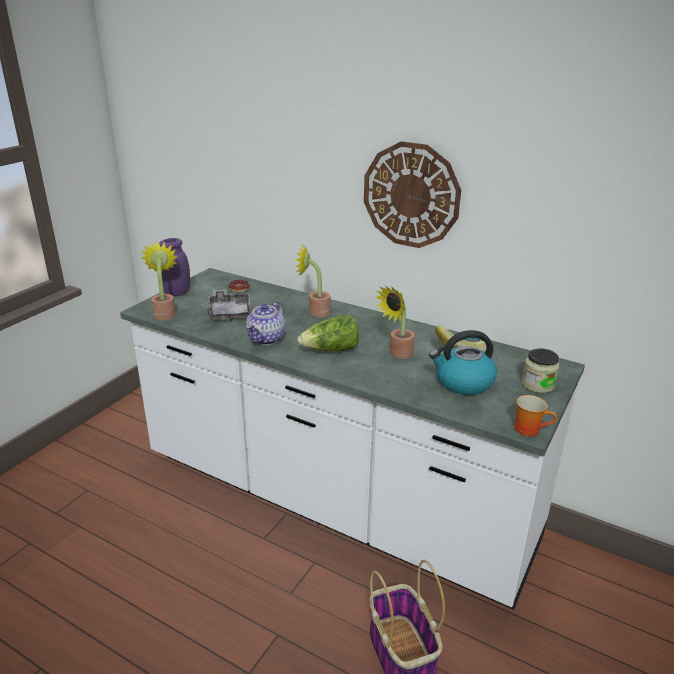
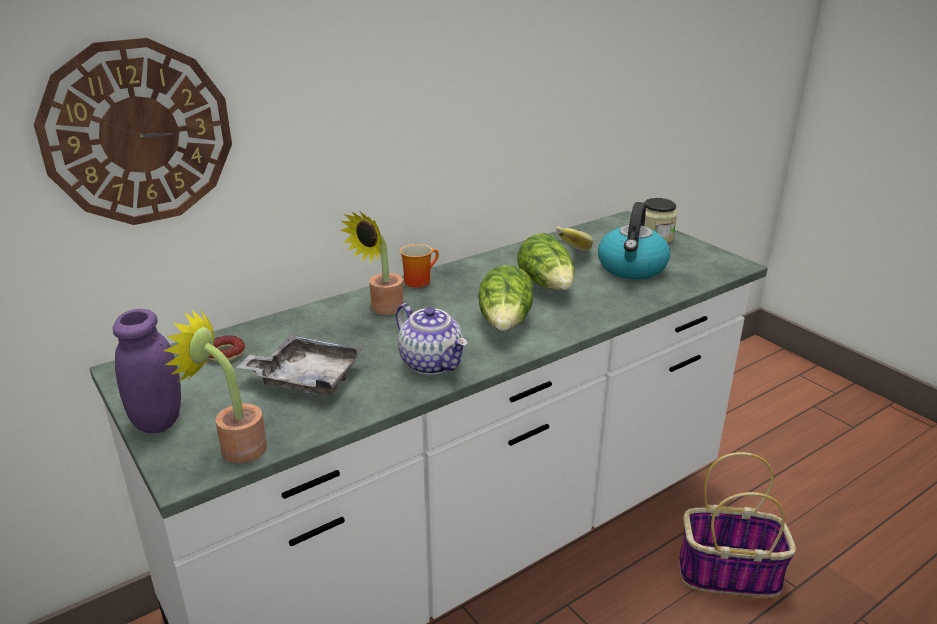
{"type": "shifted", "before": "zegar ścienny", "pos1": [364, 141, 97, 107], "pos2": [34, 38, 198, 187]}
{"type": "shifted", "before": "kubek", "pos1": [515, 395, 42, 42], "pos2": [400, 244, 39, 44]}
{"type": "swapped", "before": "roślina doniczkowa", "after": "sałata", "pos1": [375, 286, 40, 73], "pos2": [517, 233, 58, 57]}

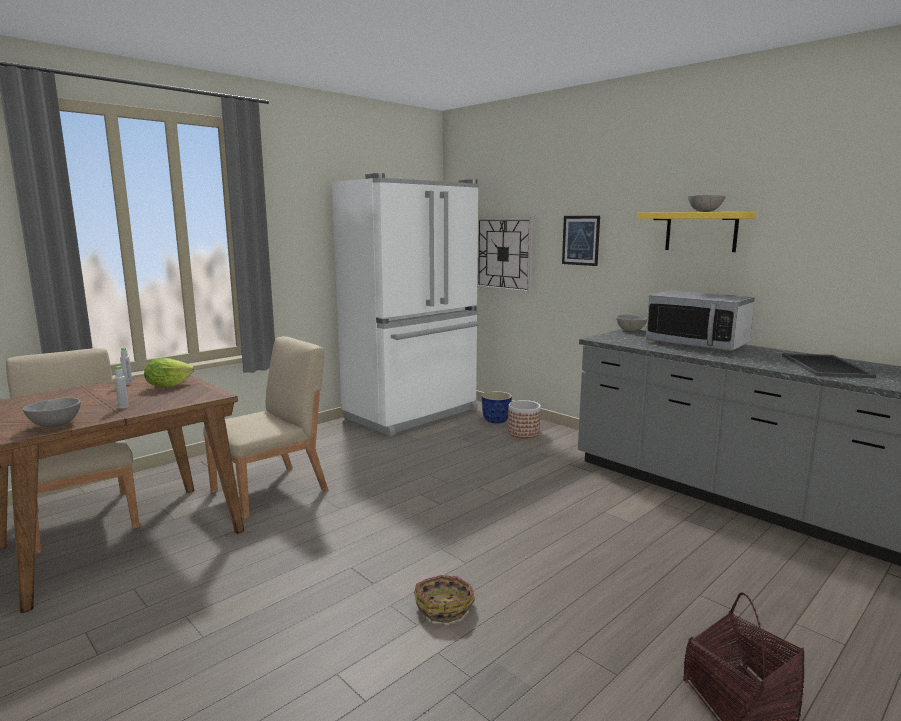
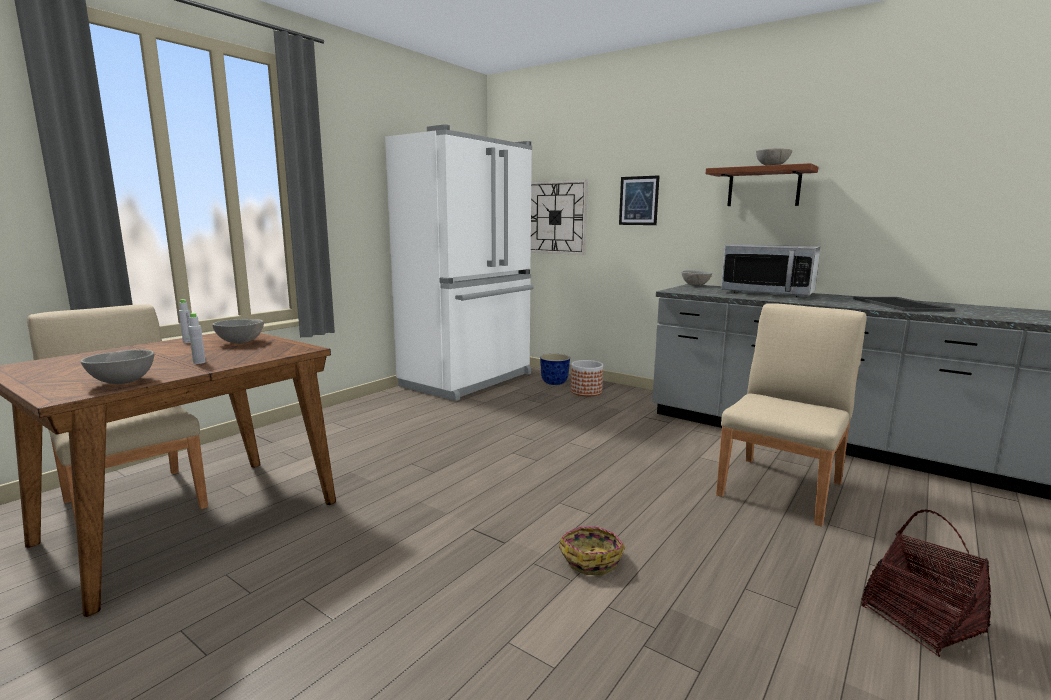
{"type": "swapped", "before": "sałata", "after": "miska/szary", "pos1": [144, 358, 50, 29], "pos2": [212, 319, 52, 24]}
{"type": "repainted", "before": "półka/żółty", "after": "półka/brązowy", "pos1": [637, 212, 118, 40], "pos2": [706, 163, 112, 43]}
{"type": "shifted", "before": "krzesło/beżowy", "pos1": [203, 336, 125, 183], "pos2": [716, 303, 151, 224]}

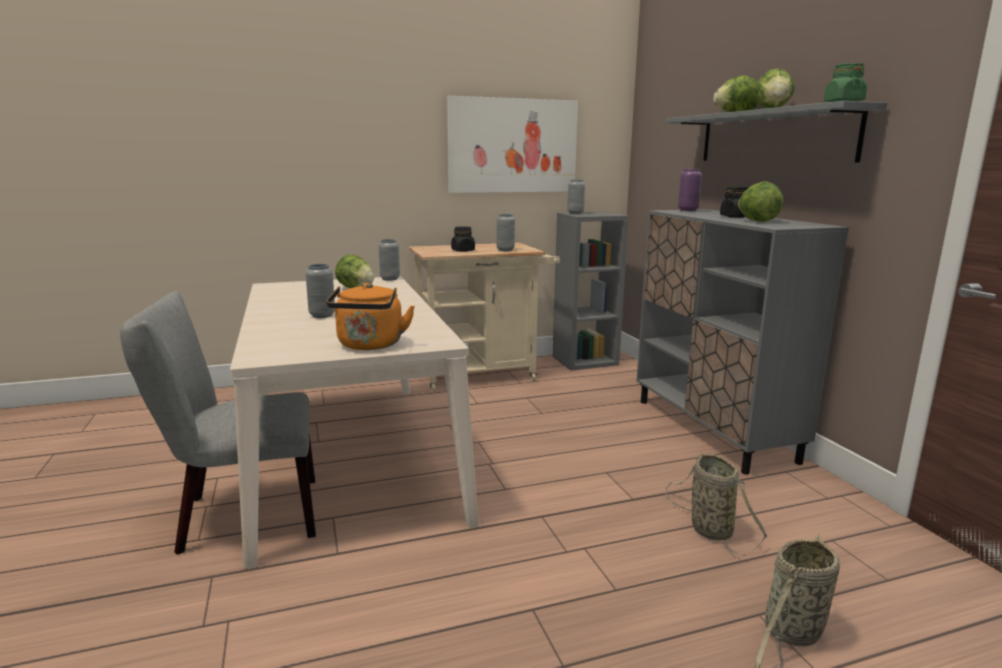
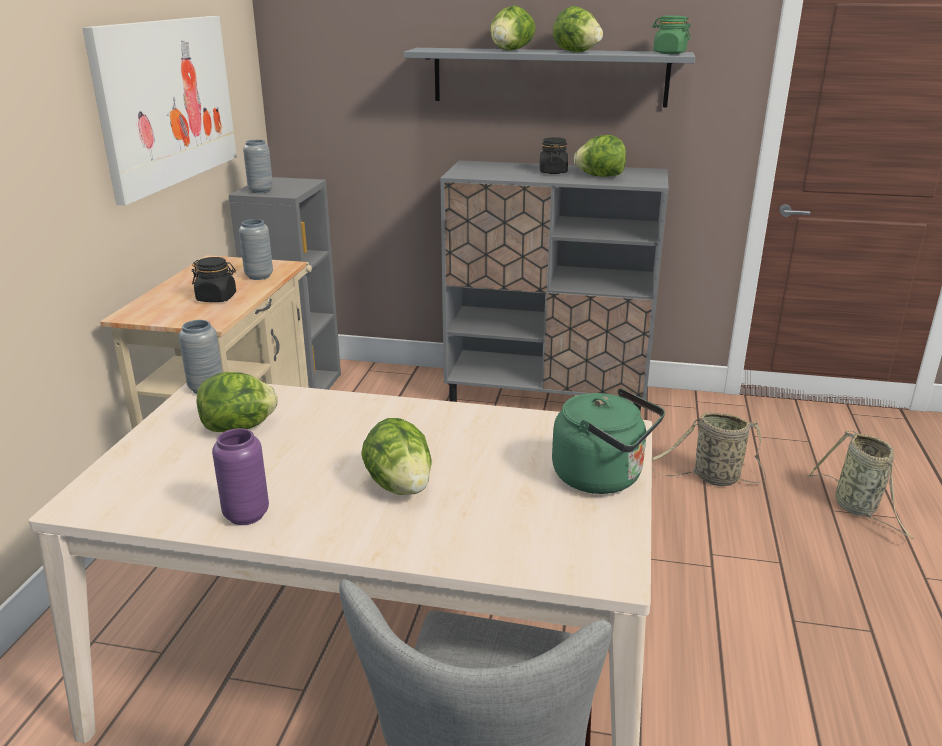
{"type": "shifted", "before": "wazon/fioletowy", "pos1": [678, 169, 24, 42], "pos2": [212, 428, 57, 97]}
{"type": "swapped", "before": "wazon/szary", "after": "sałata", "pos1": [305, 264, 30, 54], "pos2": [361, 418, 71, 77]}
{"type": "repainted", "before": "czajnik/pomarańczowy", "after": "czajnik/zielony", "pos1": [326, 282, 89, 68], "pos2": [552, 388, 113, 106]}

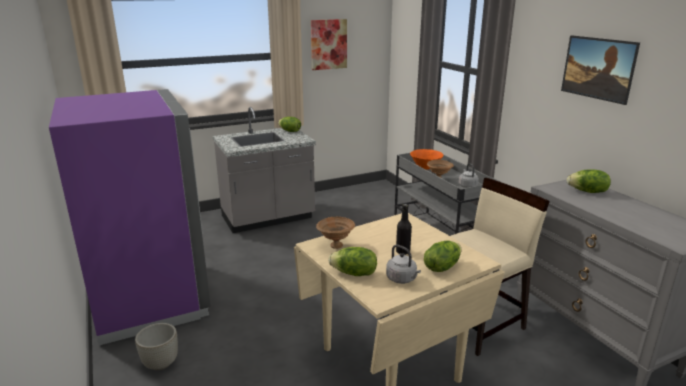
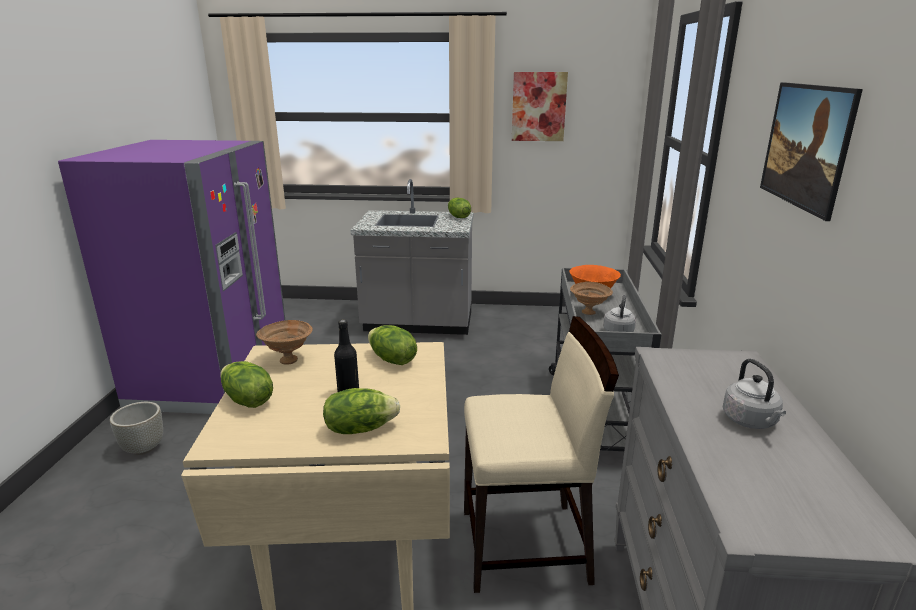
{"type": "shifted", "before": "sałata", "pos1": [567, 170, 44, 23], "pos2": [368, 325, 49, 40]}
{"type": "shifted", "before": "czajnik/szary", "pos1": [386, 245, 35, 39], "pos2": [723, 359, 63, 70]}

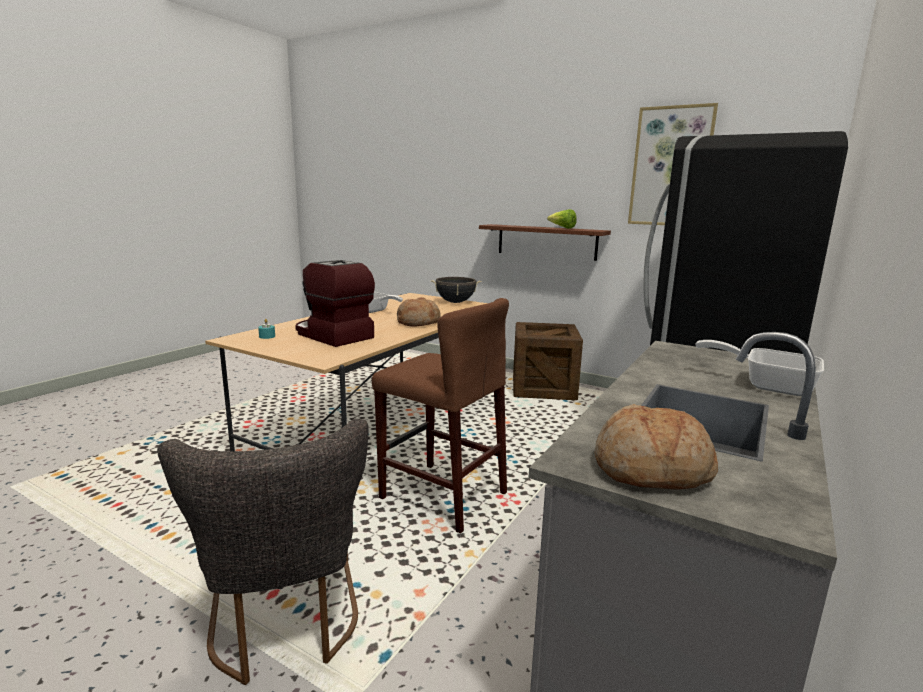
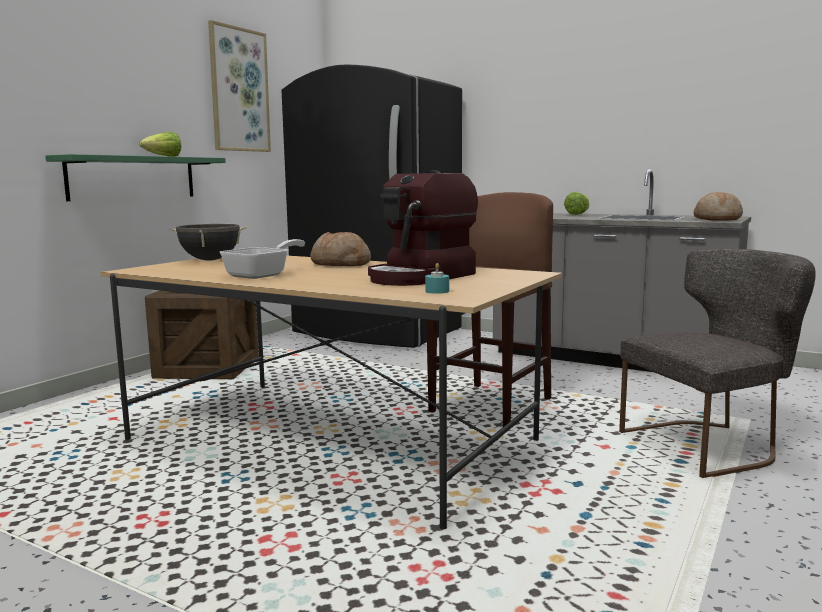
{"type": "repainted", "before": "półka/brązowy", "after": "półka/zielony", "pos1": [479, 224, 132, 37], "pos2": [45, 154, 181, 47]}
{"type": "swapped", "before": "patelnia", "after": "sałata", "pos1": [695, 340, 129, 56], "pos2": [564, 192, 25, 23]}

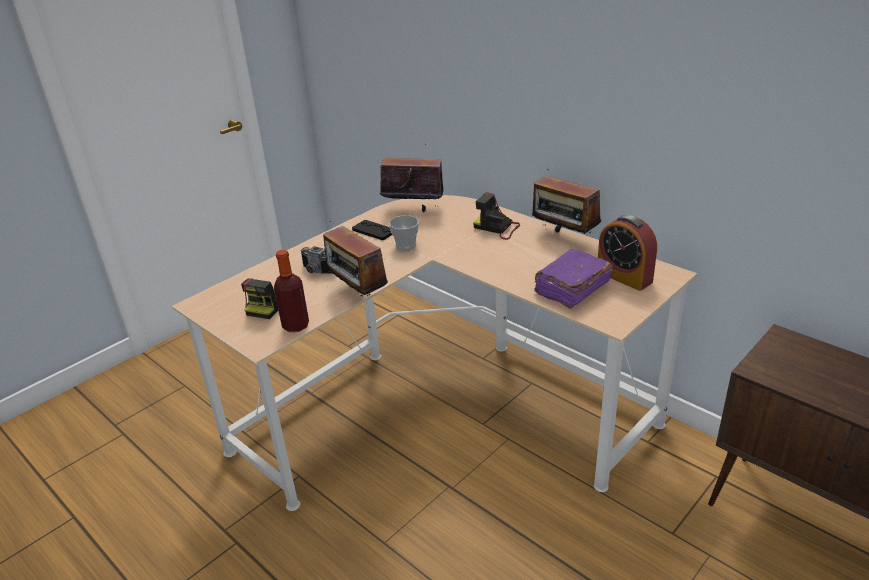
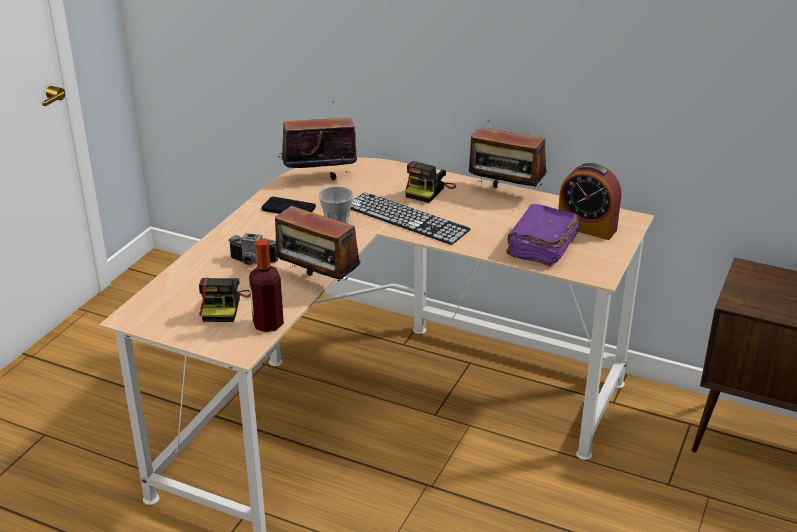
{"type": "new", "after": "klawiatura", "pos2": [350, 192, 121, 53]}
{"type": "rotated", "before": "aparat fotograficzny", "pos1": [473, 192, 47, 48], "pos2": [405, 161, 51, 42], "turn": -75}

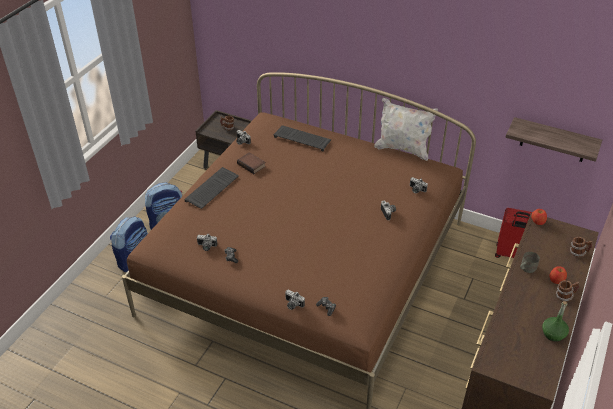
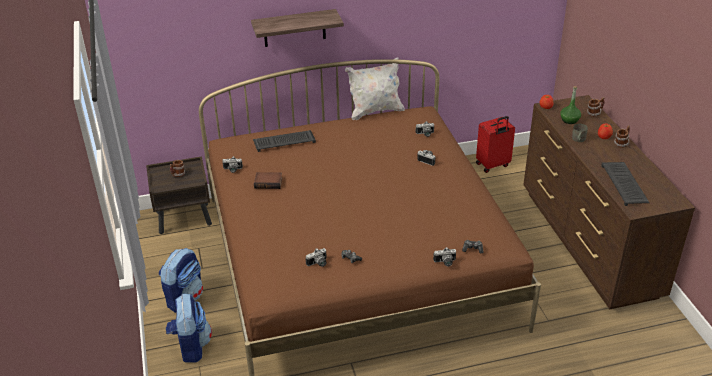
{"type": "shifted", "before": "półka", "pos1": [505, 117, 97, 45], "pos2": [251, 9, 93, 38]}
{"type": "shifted", "before": "butelka/zielony", "pos1": [542, 301, 27, 41], "pos2": [560, 86, 21, 38]}
{"type": "shifted", "before": "klawiatura", "pos1": [184, 167, 55, 42], "pos2": [601, 162, 49, 44]}

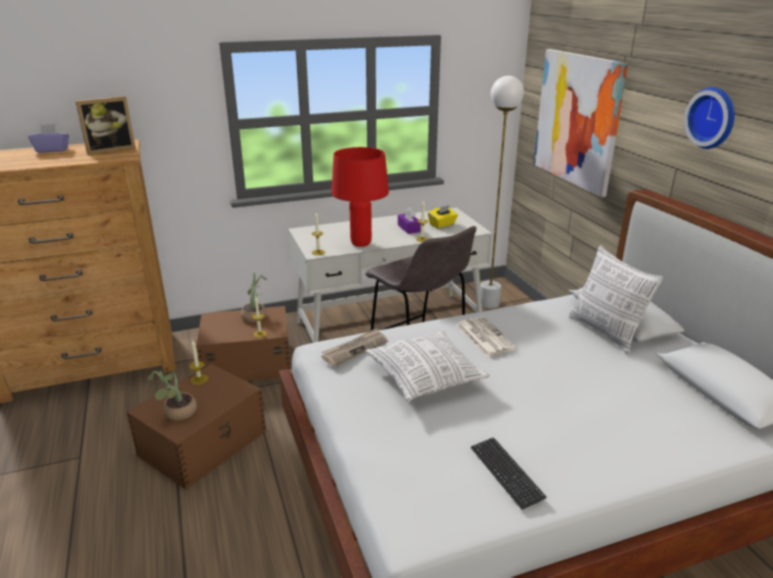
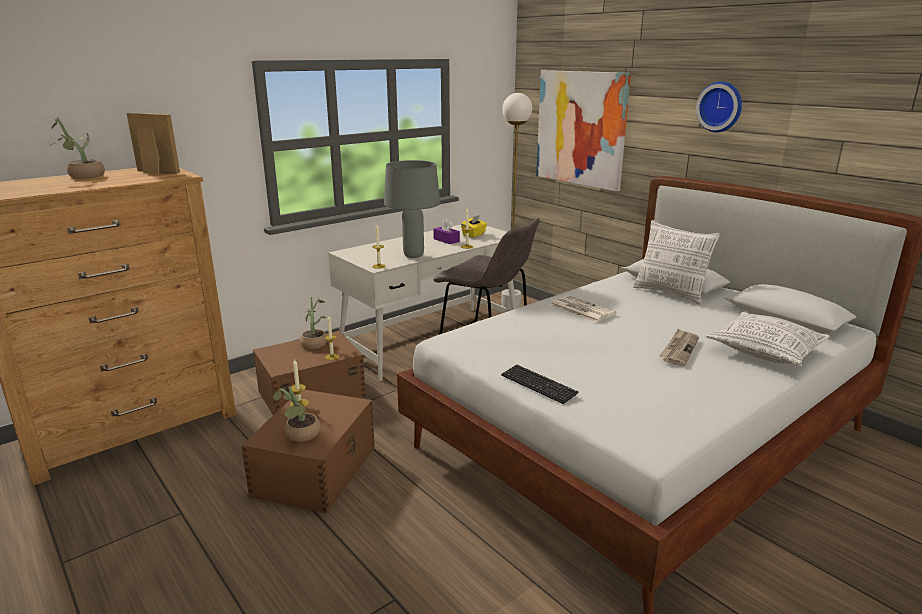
{"type": "swapped", "before": "pudełko chusteczek/fioletowy", "after": "roślina doniczkowa", "pos1": [28, 124, 41, 29], "pos2": [49, 117, 56, 62]}
{"type": "rotated", "before": "ramka na zdjęcie", "pos1": [75, 96, 61, 59], "pos2": [127, 113, 53, 61], "turn": -105}
{"type": "repainted", "before": "lampa stołowa/czerwony", "after": "lampa stołowa/szary", "pos1": [331, 147, 58, 100], "pos2": [384, 160, 56, 98]}
{"type": "shifted", "before": "klawiatura", "pos1": [471, 437, 76, 73], "pos2": [501, 365, 78, 39]}
{"type": "shifted", "before": "gazeta", "pos1": [321, 328, 67, 38], "pos2": [660, 328, 39, 38]}
{"type": "shifted", "before": "poduszka", "pos1": [365, 331, 125, 71], "pos2": [706, 312, 124, 54]}

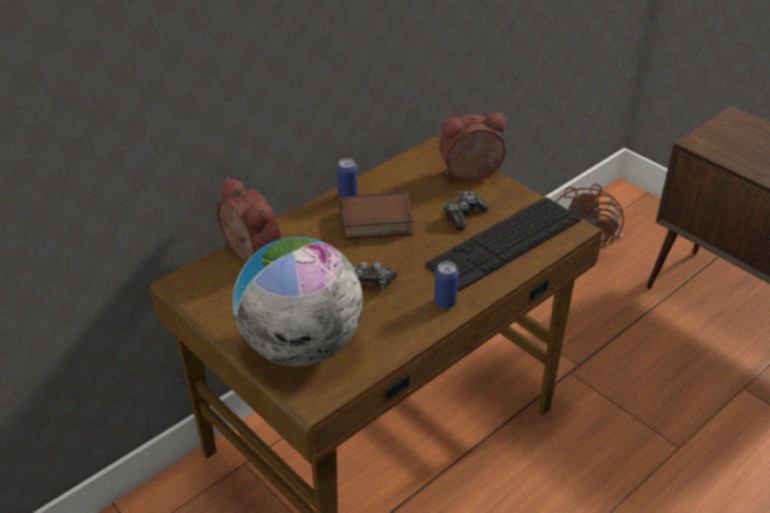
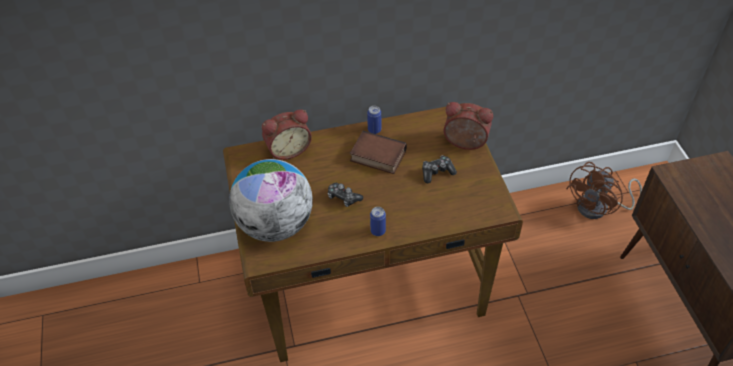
{"type": "rotated", "before": "budzik", "pos1": [217, 178, 64, 85], "pos2": [262, 109, 50, 51], "turn": 75}
{"type": "gone", "before": "klawiatura", "pos1": [425, 197, 156, 94]}

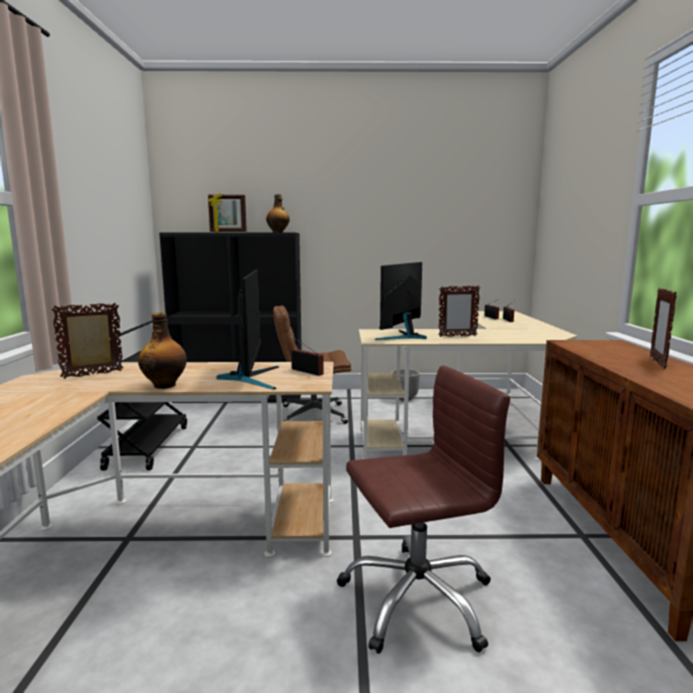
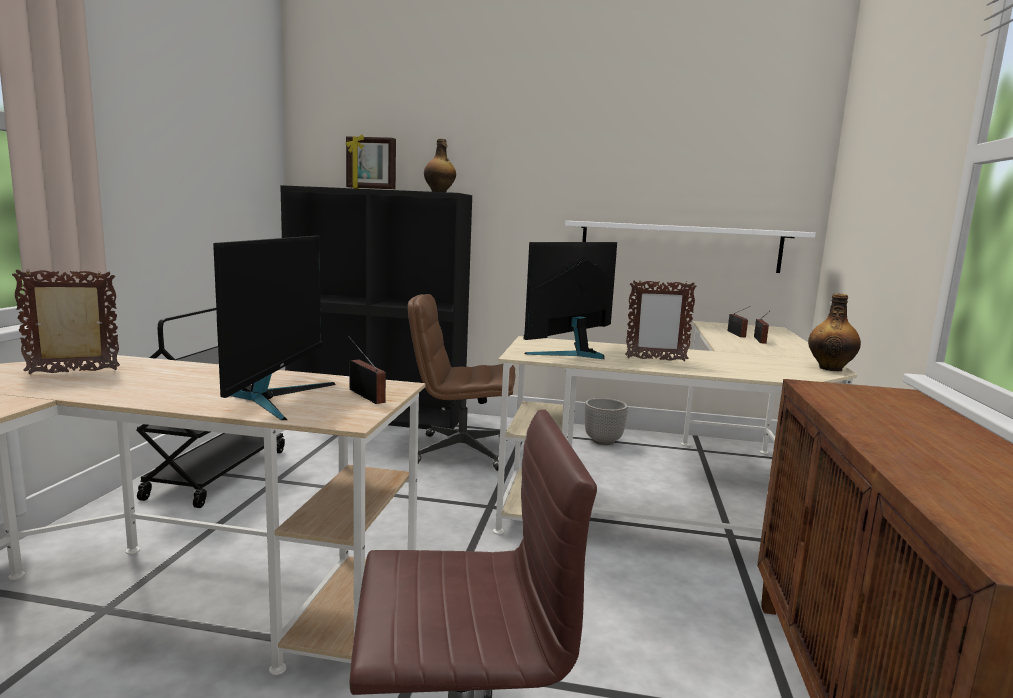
{"type": "new", "after": "półka/biały", "pos2": [565, 221, 251, 52]}
{"type": "shifted", "before": "butelka", "pos1": [138, 312, 49, 77], "pos2": [808, 293, 53, 78]}
{"type": "gone", "before": "ramka na zdjęcie", "pos1": [650, 288, 27, 81]}

